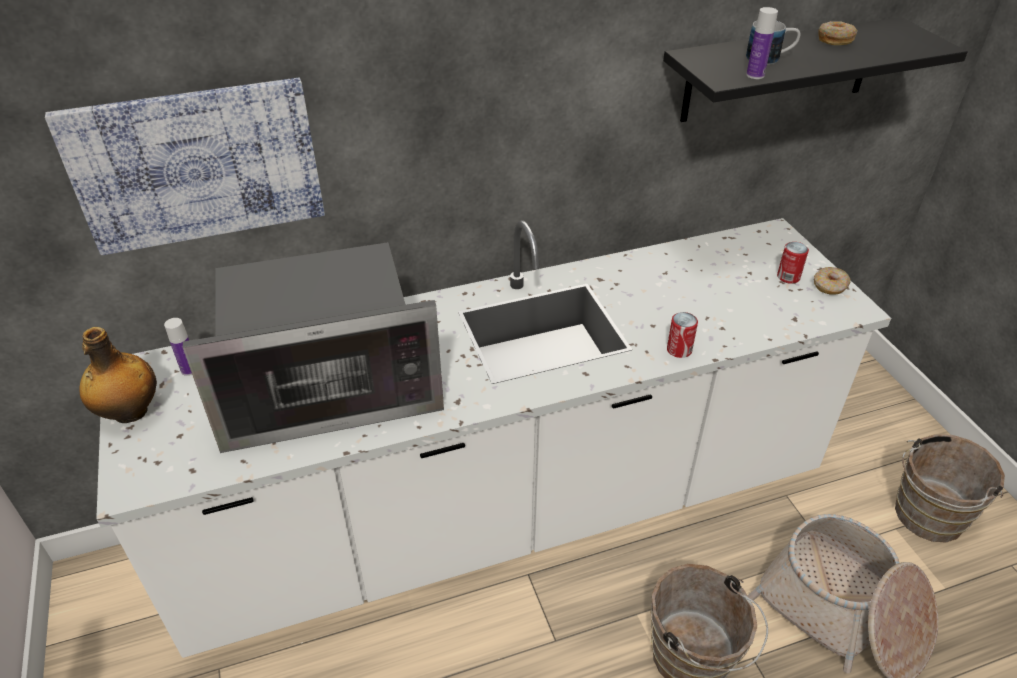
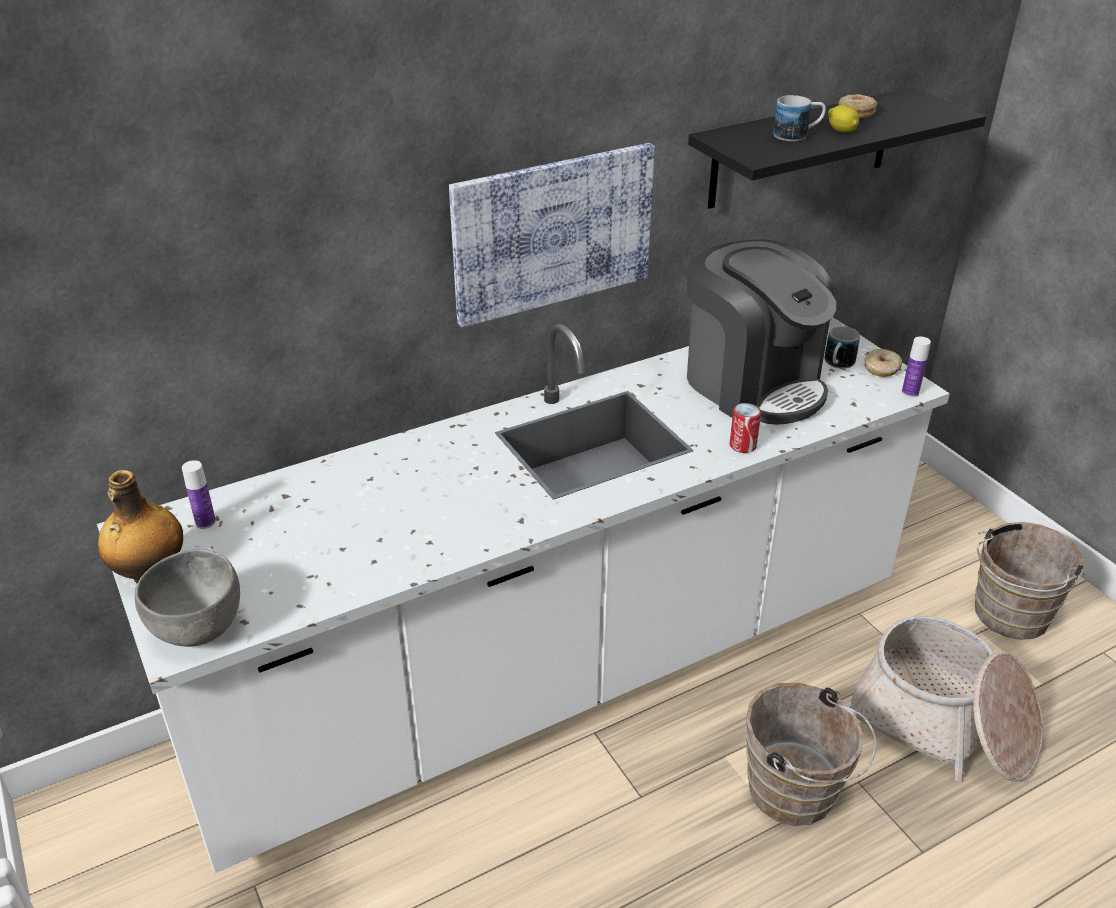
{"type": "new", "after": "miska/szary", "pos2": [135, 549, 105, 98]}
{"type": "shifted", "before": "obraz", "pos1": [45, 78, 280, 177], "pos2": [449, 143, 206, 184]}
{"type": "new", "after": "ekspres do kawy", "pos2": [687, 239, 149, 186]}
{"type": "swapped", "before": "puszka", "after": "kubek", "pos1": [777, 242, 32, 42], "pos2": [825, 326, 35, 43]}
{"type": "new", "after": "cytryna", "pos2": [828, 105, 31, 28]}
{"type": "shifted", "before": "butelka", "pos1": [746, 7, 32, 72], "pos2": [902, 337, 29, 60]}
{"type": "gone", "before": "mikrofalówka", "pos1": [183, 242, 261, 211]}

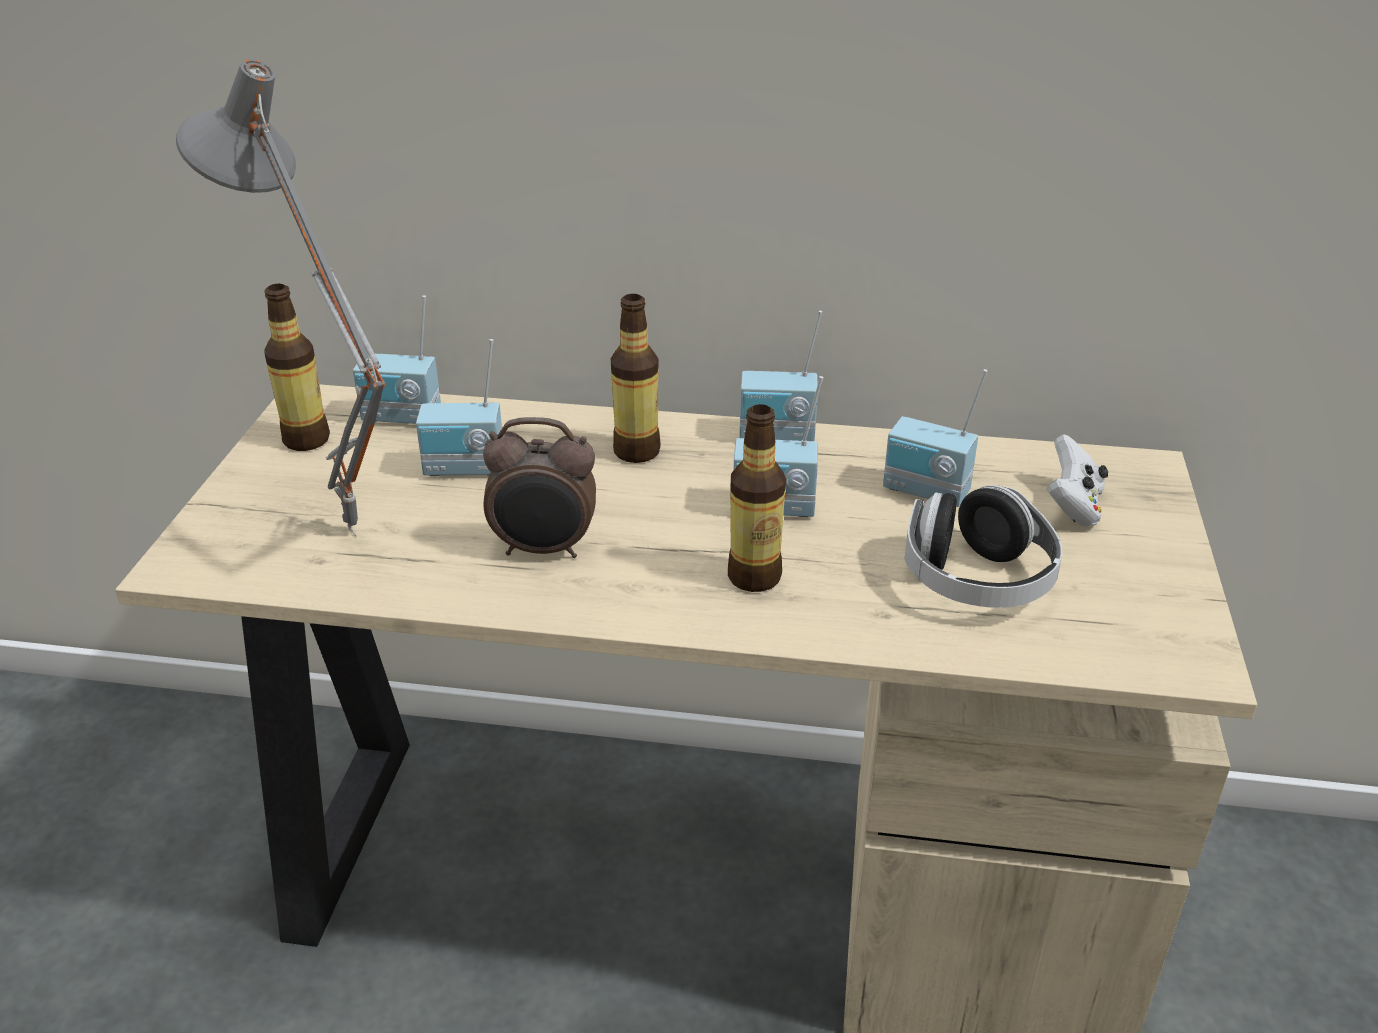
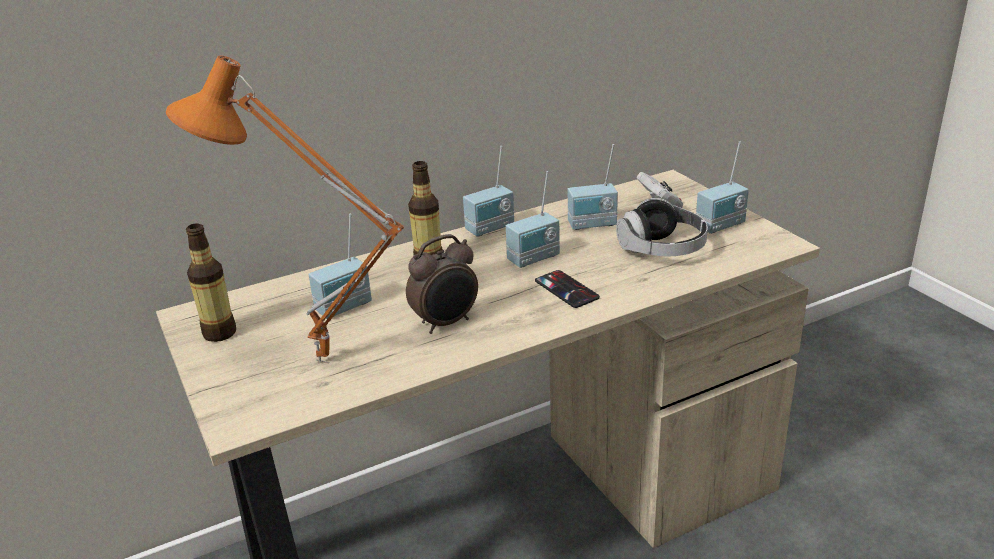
{"type": "repainted", "before": "lampa stołowa/szary", "after": "lampa stołowa/pomarańczowy", "pos1": [176, 59, 209, 477], "pos2": [166, 55, 238, 308]}
{"type": "swapped", "before": "butelka", "after": "telefon", "pos1": [728, 404, 58, 188], "pos2": [535, 270, 65, 38]}
{"type": "shifted", "before": "radio", "pos1": [353, 295, 88, 129], "pos2": [696, 142, 53, 92]}

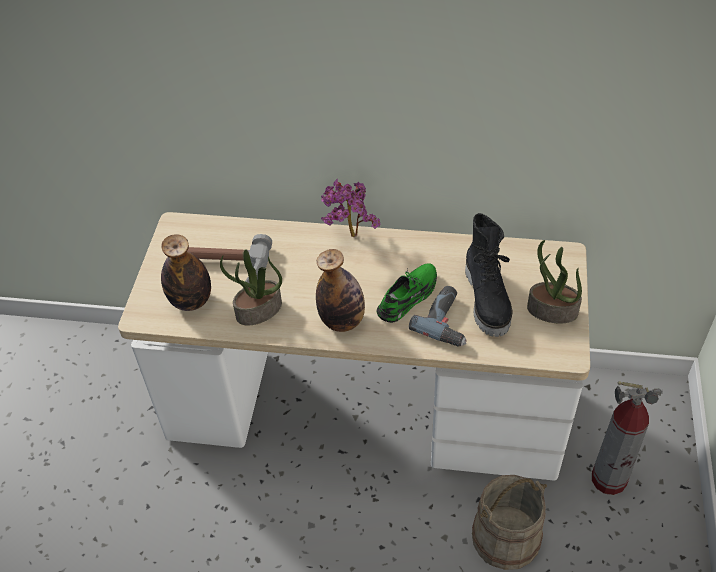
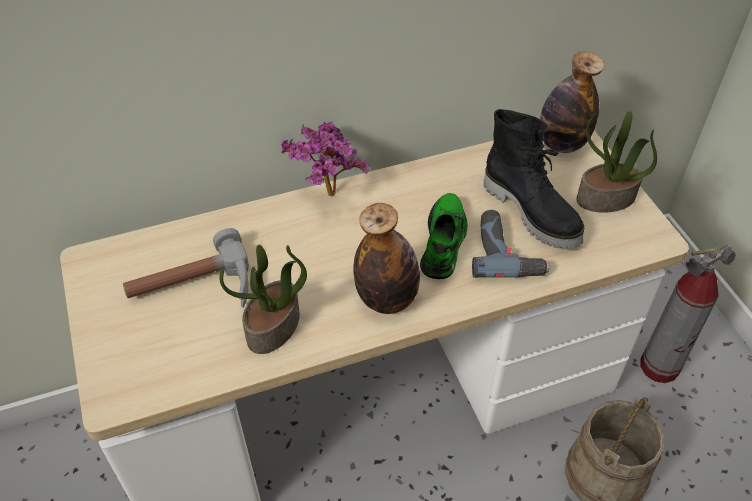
{"type": "shifted", "before": "butelka", "pos1": [161, 234, 50, 77], "pos2": [540, 51, 65, 102]}

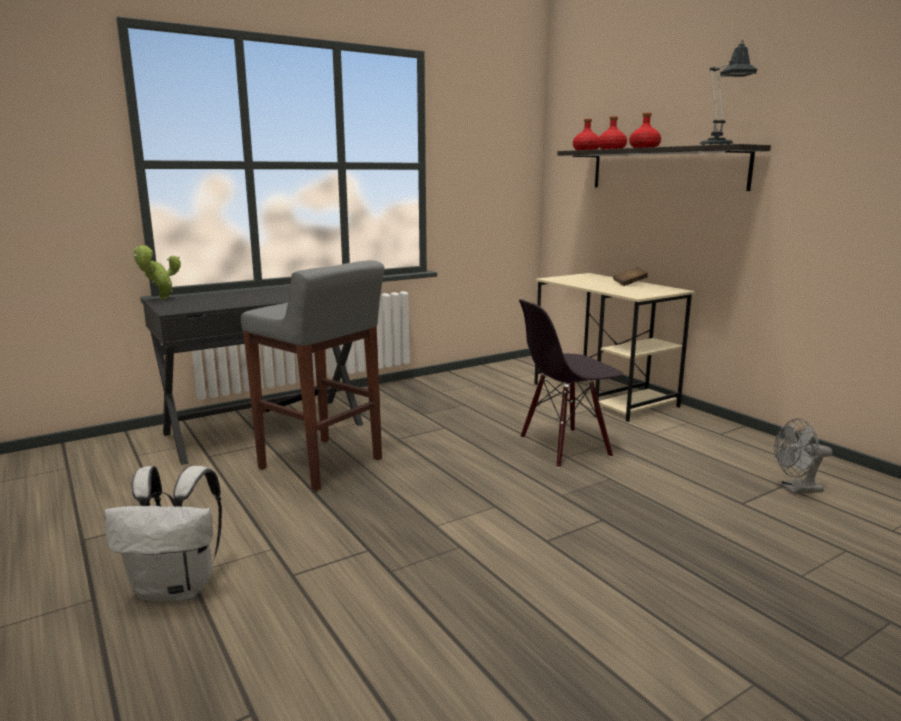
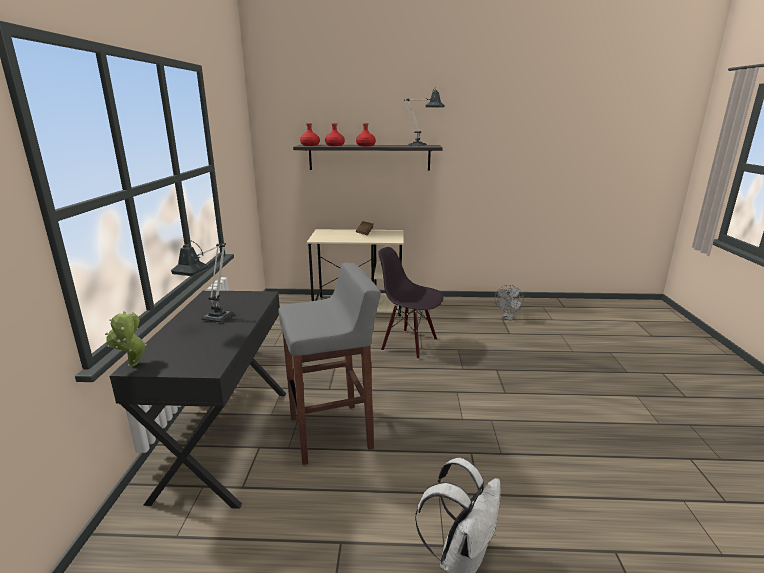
{"type": "new", "after": "lampa stołowa", "pos2": [171, 240, 62, 82]}
{"type": "rotated", "before": "krzesło/czarny", "pos1": [519, 299, 104, 169], "pos2": [378, 247, 66, 112], "turn": 105}

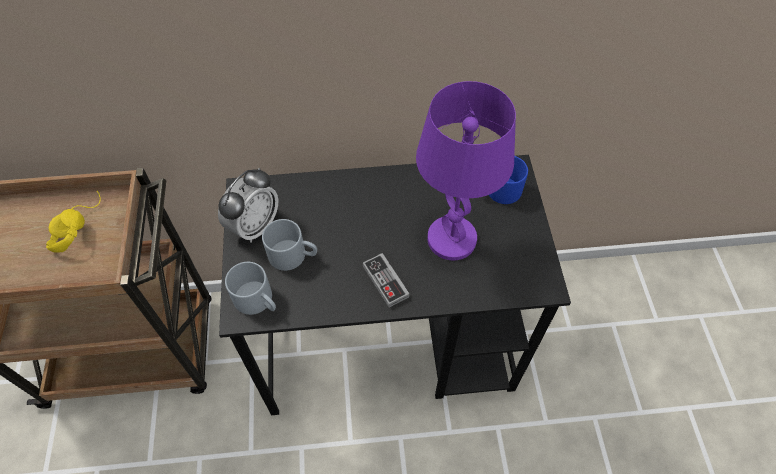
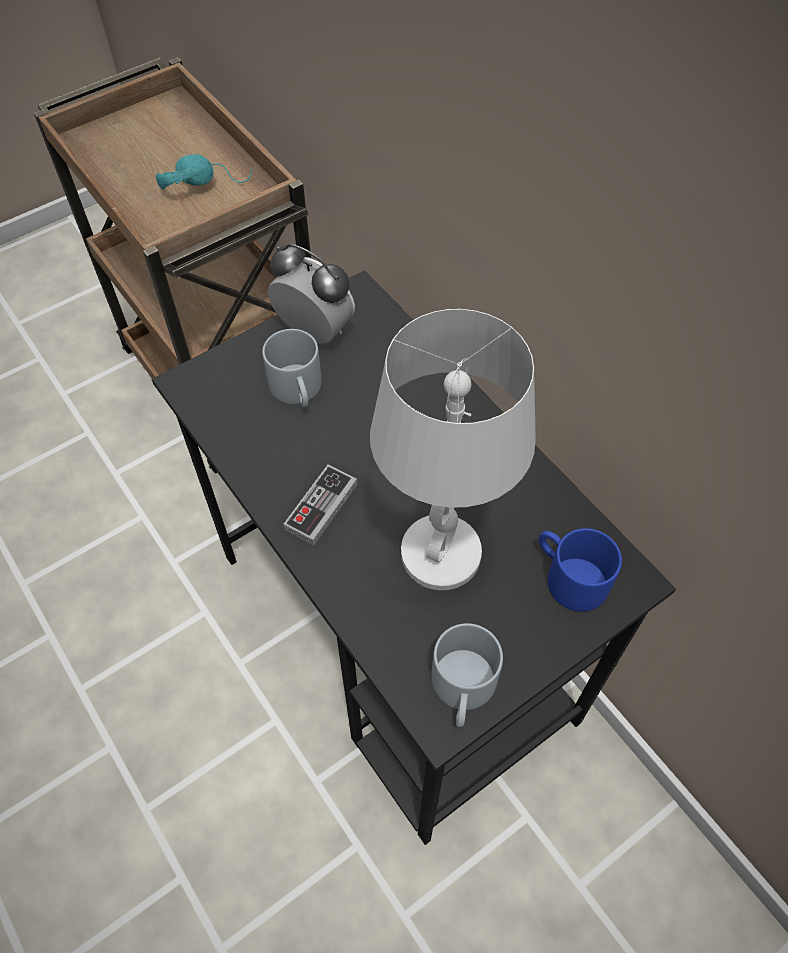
{"type": "repainted", "before": "słuchawki/żółty", "after": "słuchawki/turkusowy", "pos1": [46, 191, 55, 62], "pos2": [156, 154, 97, 36]}
{"type": "rotated", "before": "budzik", "pos1": [218, 168, 60, 75], "pos2": [268, 244, 87, 100], "turn": -150}
{"type": "repainted", "before": "lampa stołowa/fioletowy", "after": "lampa stołowa/biały", "pos1": [416, 81, 100, 179], "pos2": [370, 309, 166, 281]}
{"type": "shifted", "before": "kubek/szary", "pos1": [225, 262, 51, 53], "pos2": [431, 623, 72, 104]}

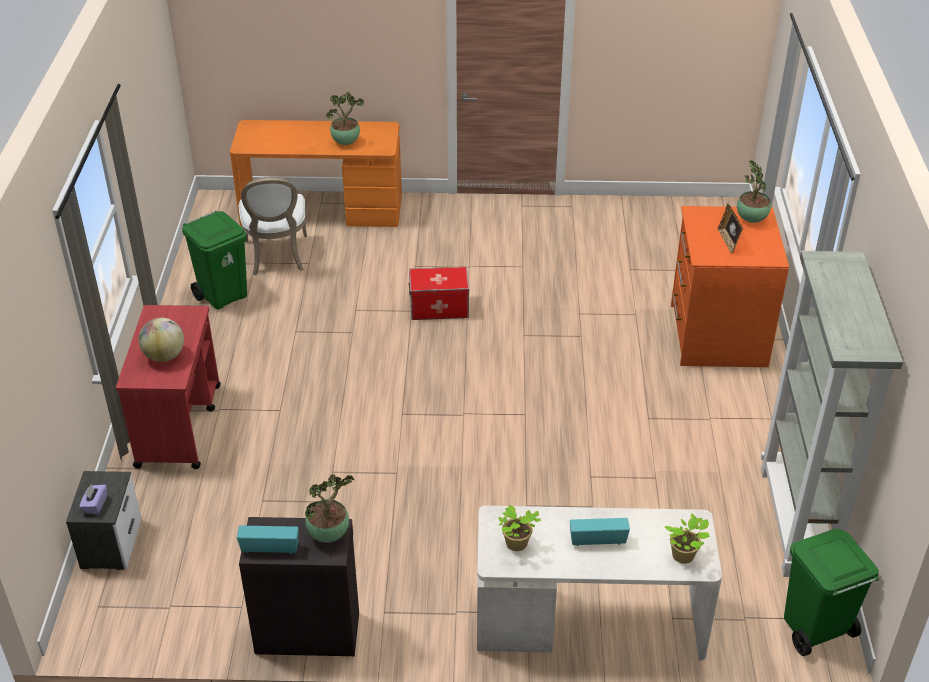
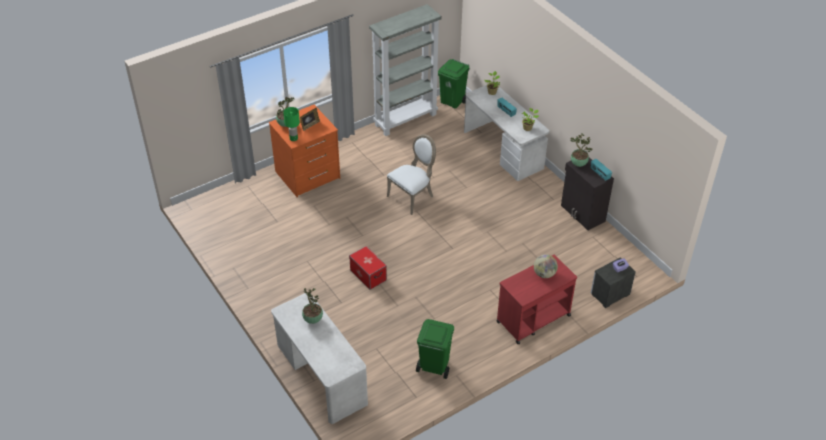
{"type": "repainted", "before": "biurko/pomarańczowy", "after": "biurko/biały", "pos1": [230, 120, 172, 107], "pos2": [271, 292, 97, 132]}
{"type": "new", "after": "lampa stołowa/zielony", "pos2": [283, 107, 17, 34]}
{"type": "shifted", "before": "krzesło/biały", "pos1": [239, 177, 68, 98], "pos2": [387, 134, 49, 81]}

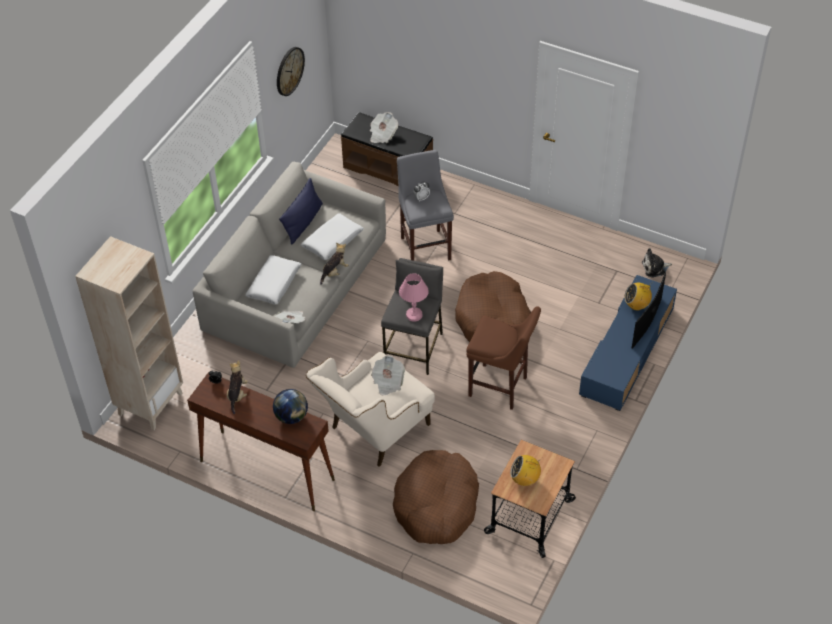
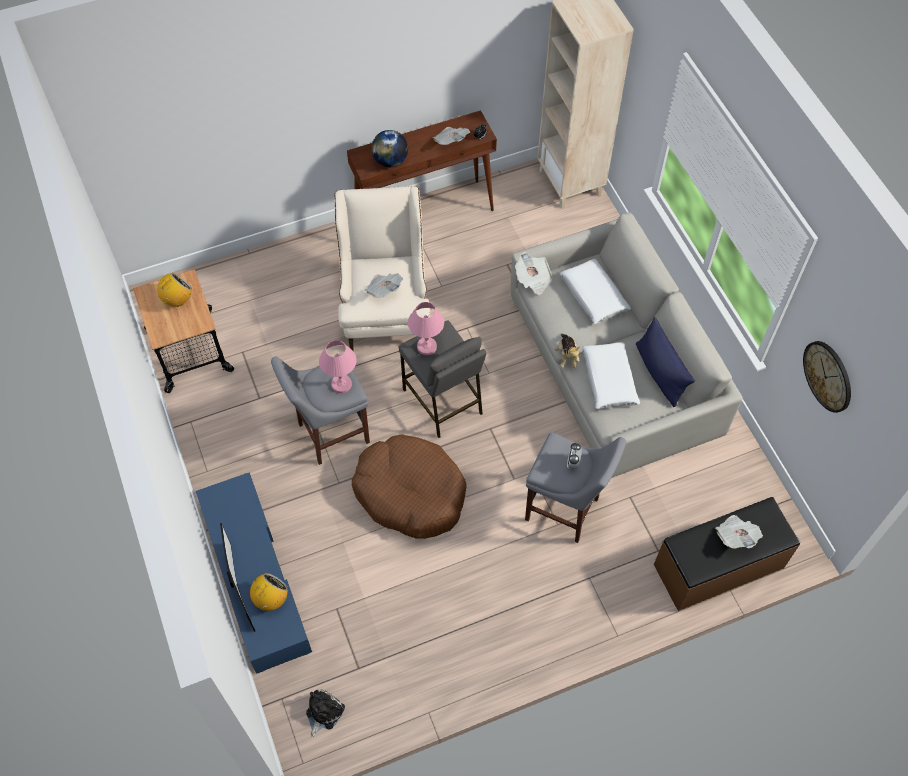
{"type": "repainted", "before": "stołek/brązowy", "after": "stołek/szary", "pos1": [466, 307, 75, 103], "pos2": [271, 356, 99, 109]}
{"type": "new", "after": "lampa stołowa/różowy", "pos2": [319, 340, 38, 53]}
{"type": "swapped", "before": "pluszak", "after": "gazeta", "pos1": [227, 360, 21, 54], "pos2": [433, 127, 37, 18]}
{"type": "gone", "before": "legowisko/brązowy", "pos1": [393, 450, 86, 94]}

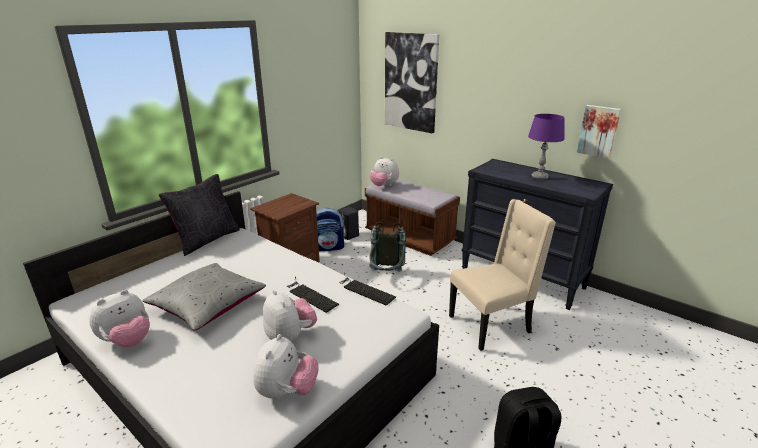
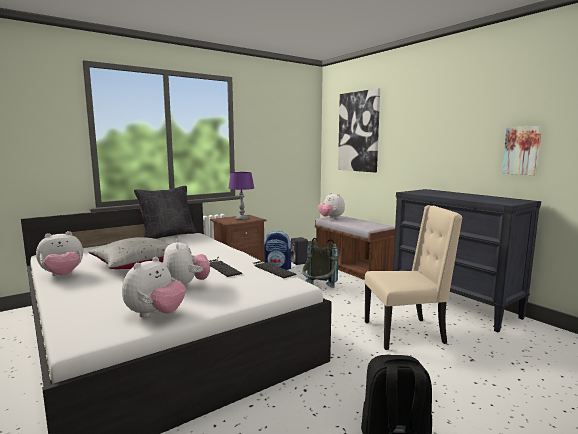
{"type": "shifted", "before": "lampa stołowa/fioletowy", "pos1": [528, 114, 37, 66], "pos2": [228, 172, 26, 48]}

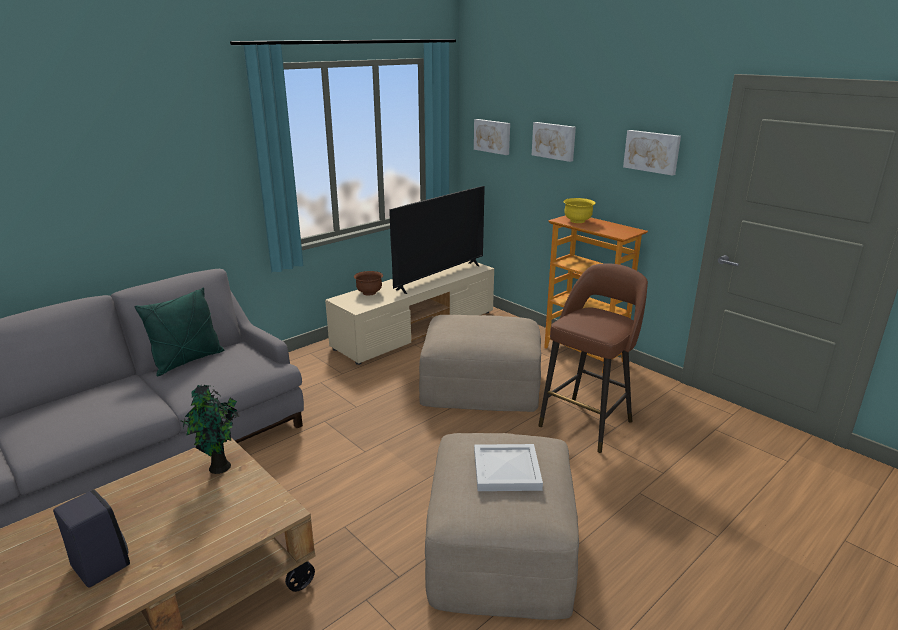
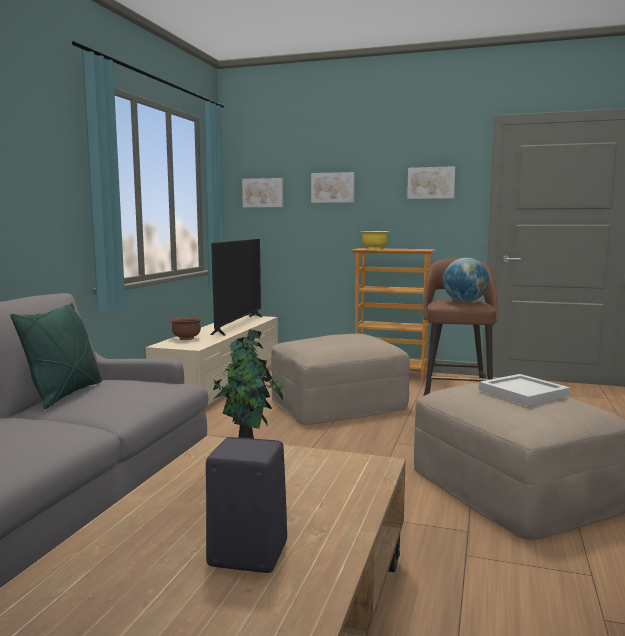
{"type": "new", "after": "globus", "pos2": [443, 258, 46, 44]}

